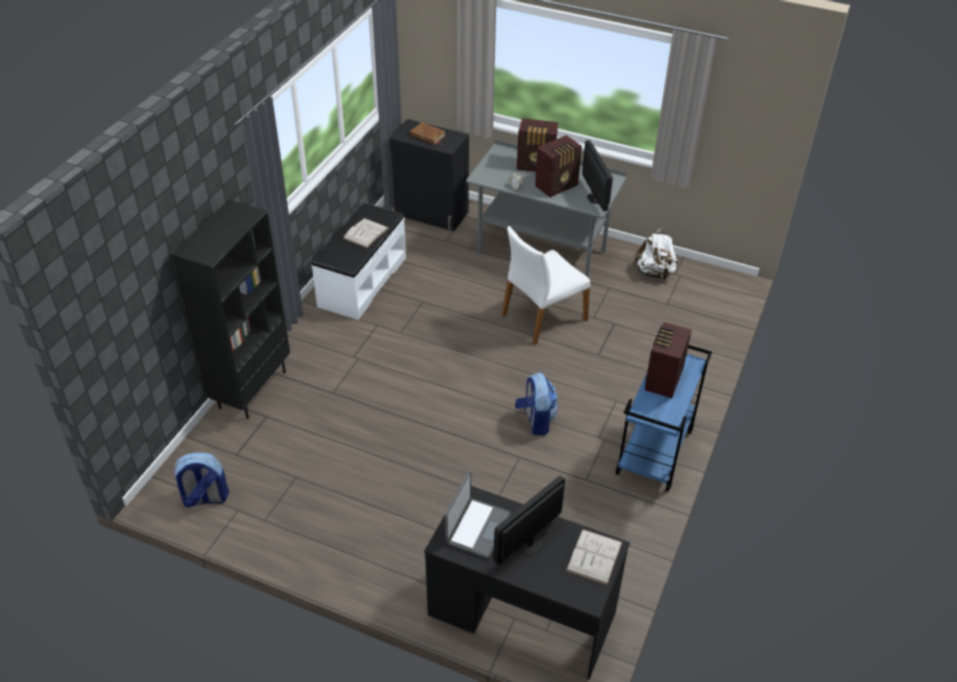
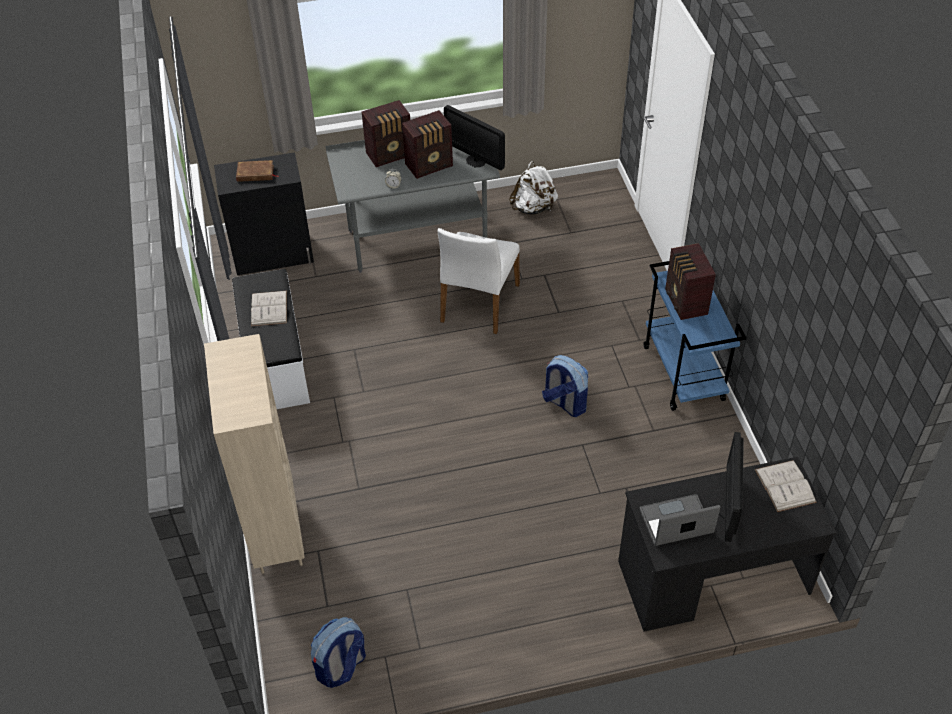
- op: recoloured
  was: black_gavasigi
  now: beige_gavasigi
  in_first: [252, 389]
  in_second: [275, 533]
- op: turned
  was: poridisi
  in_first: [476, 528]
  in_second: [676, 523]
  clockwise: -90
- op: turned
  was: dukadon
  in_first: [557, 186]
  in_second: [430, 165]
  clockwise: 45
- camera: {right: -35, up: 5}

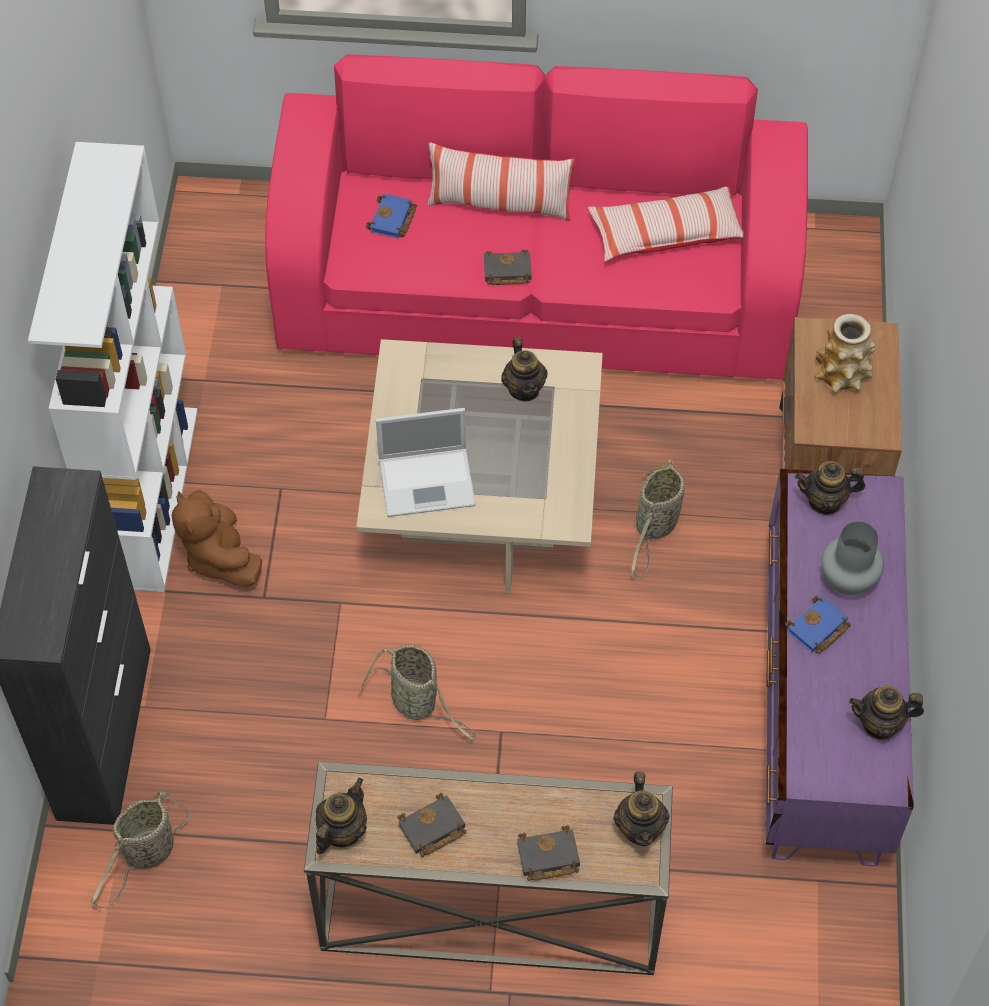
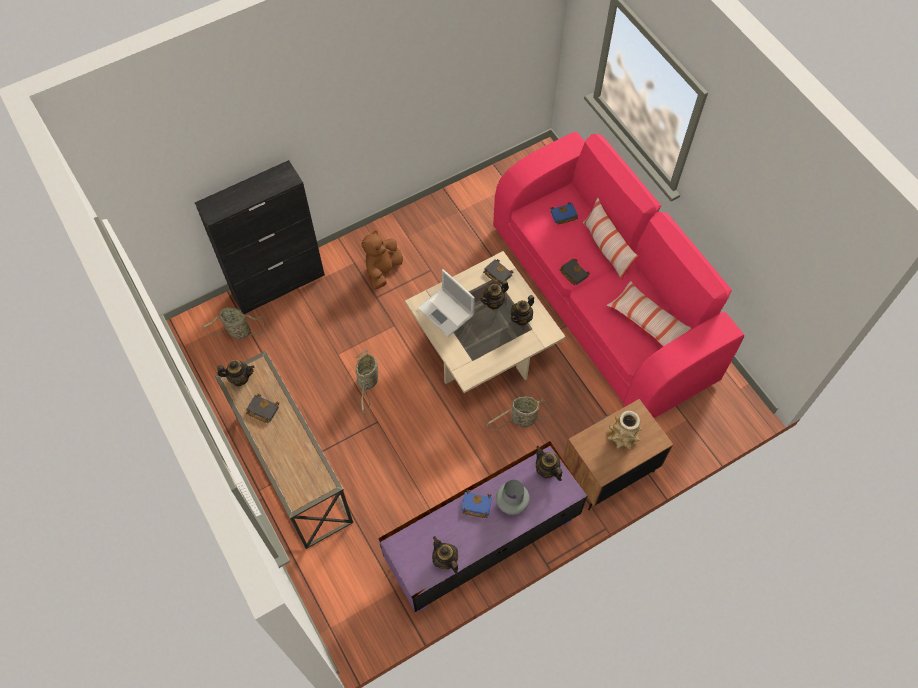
- op: removed
  was: white_gavasigi
  in_first: [150, 495]
- op: moved
  was: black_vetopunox
  in_first: [547, 858]
  in_second: [496, 273]
- op: moved
  was: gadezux
  in_first: [640, 827]
  in_second: [494, 302]
- camera: {right: 55, up: 5}

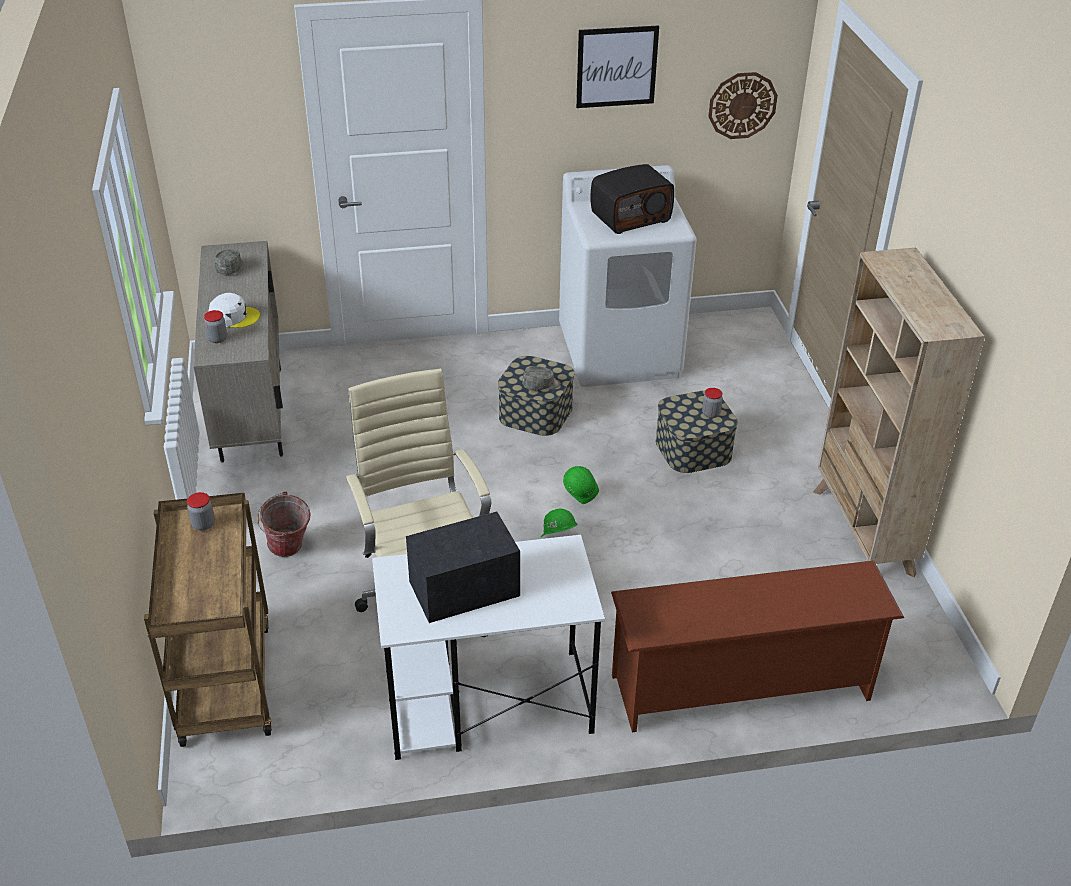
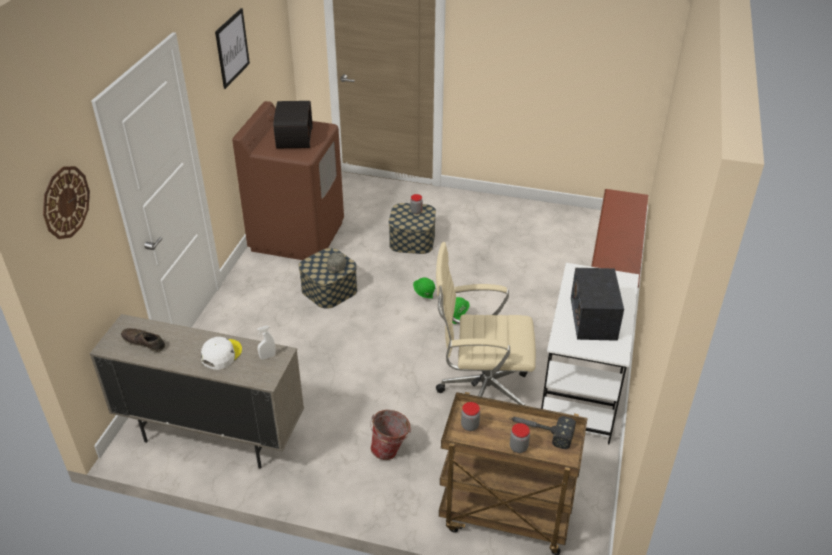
- op: moved
  was: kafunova
  in_first: [217, 339]
  in_second: [518, 447]
- op: replaced
  was: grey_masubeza
  now: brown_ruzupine
  in_first: [230, 267]
  in_second: [144, 342]
- op: recoloured
  was: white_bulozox
  now: brown_bulozox
  in_first: [620, 352]
  in_second: [297, 235]
- op: moved
  was: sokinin
  in_first: [742, 105]
  in_second: [65, 202]
- op: removed
  was: beige_gavasigi
  in_first: [862, 532]
- op: added
  now: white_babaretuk
  in_second: [267, 356]
- op: added
  now: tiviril
  in_second: [539, 432]
- camera: {right: -65, up: 0}

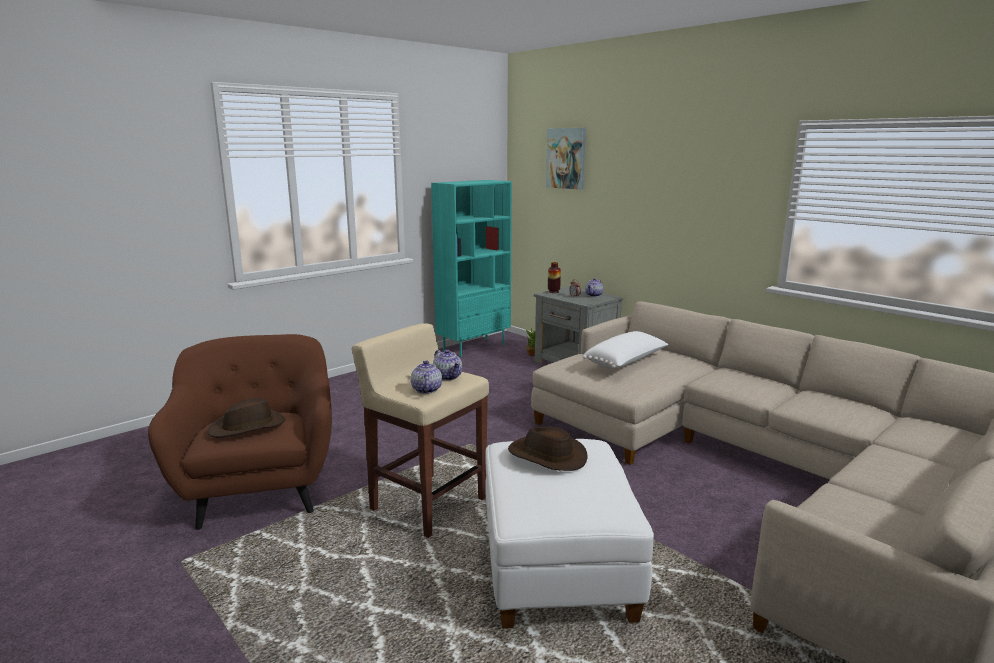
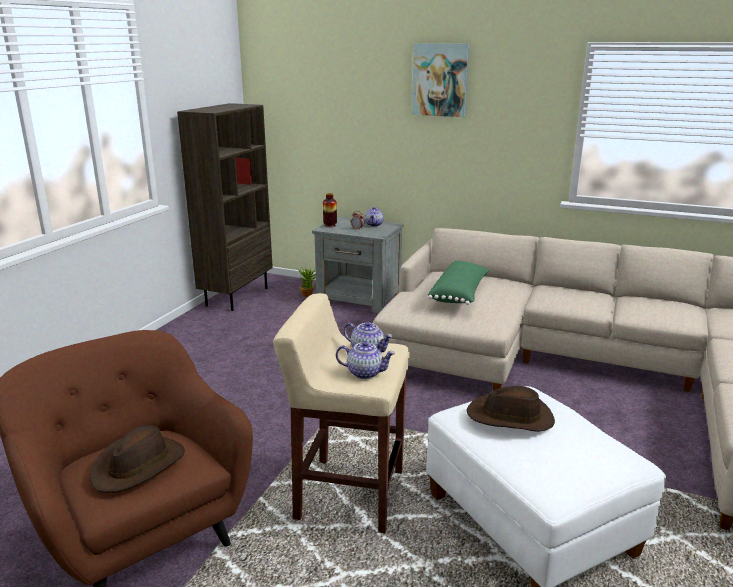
- op: turned
  was: gadezux
  in_first: [426, 389]
  in_second: [365, 373]
  clockwise: 135
- op: recoloured
  was: turquoise_gavasigi
  now: brown_gavasigi
  in_first: [474, 347]
  in_second: [237, 296]
- op: moved
  was: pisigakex
  in_first: [566, 158]
  in_second: [440, 80]
- op: recoloured
  was: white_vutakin
  now: green_vutakin
  in_first: [626, 362]
  in_second: [460, 294]
- camera: {right: -25, up: 5}

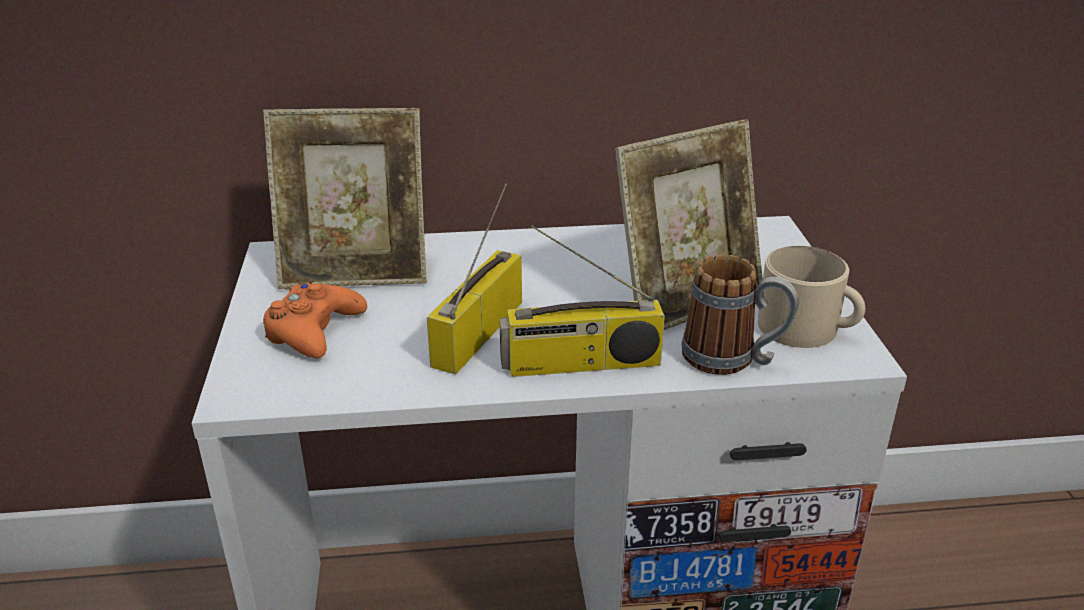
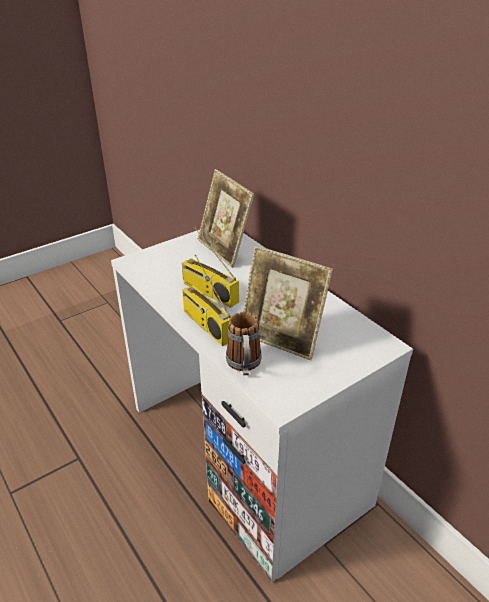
- op: removed
  was: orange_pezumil
  in_first: [314, 331]
- op: turned
  was: dukadon
  in_first: [478, 331]
  in_second: [209, 292]
  clockwise: -135
- op: removed
  was: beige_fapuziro
  in_first: [807, 329]
- camera: {right: 60, up: 5}

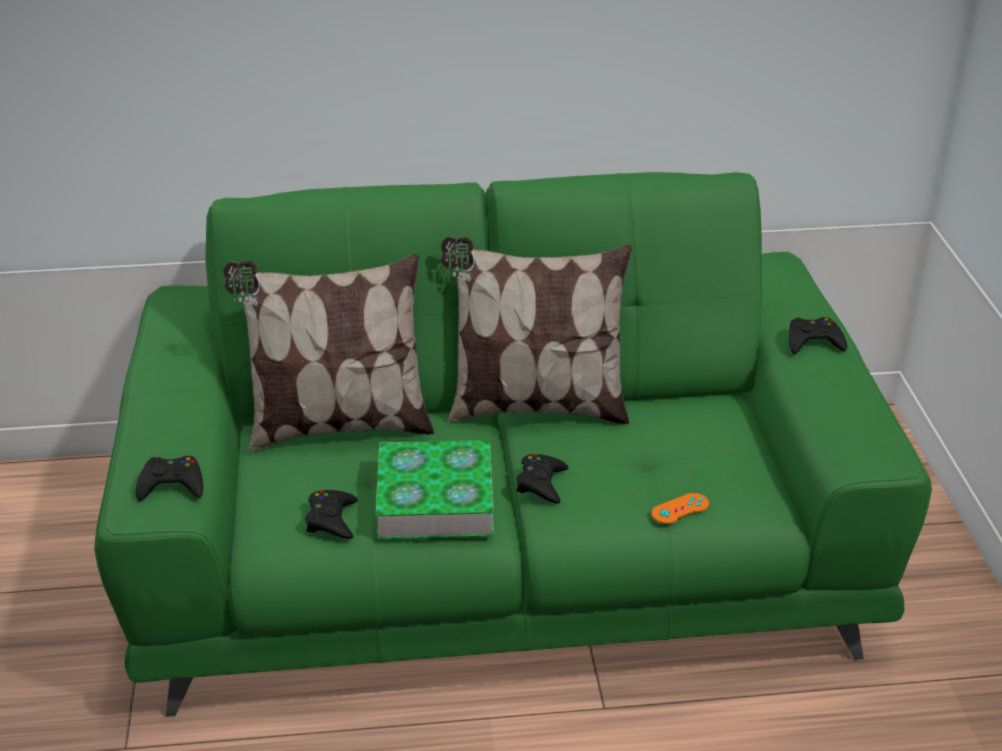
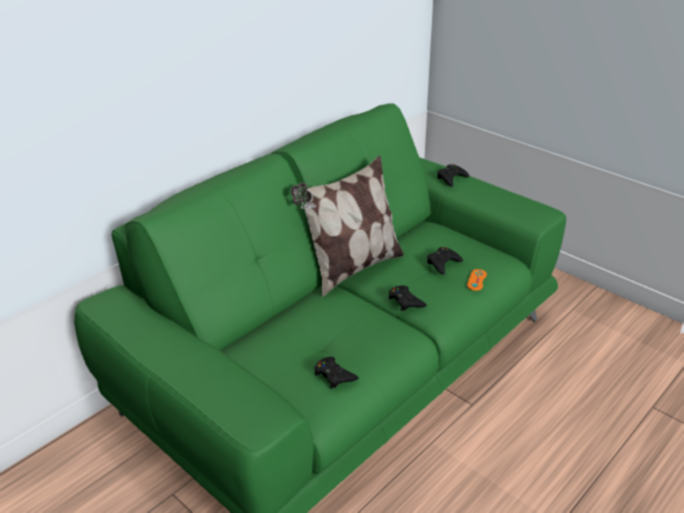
- op: moved
  was: black_pezumil
  in_first: [172, 485]
  in_second: [443, 263]
- op: removed
  was: vutakin
  in_first: [337, 425]
- op: removed
  was: vetopunox
  in_first: [435, 499]
- camera: {right: -40, up: 0}

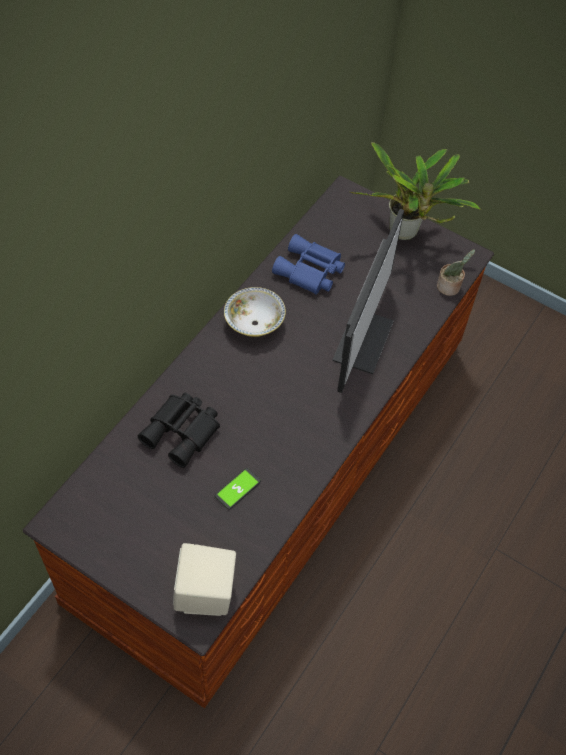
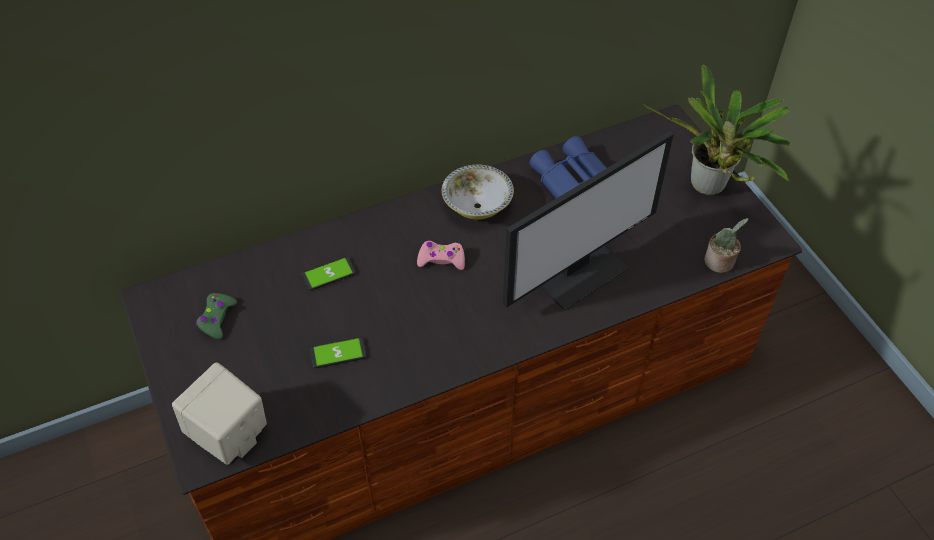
- op: replaced
  was: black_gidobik
  now: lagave
  in_first: [183, 432]
  in_second: [328, 274]
- op: added
  now: green_pezumil
  in_second: [217, 319]
- op: added
  now: pink_pezumil
  in_second: [441, 259]
- camera: {right: 35, up: -5}

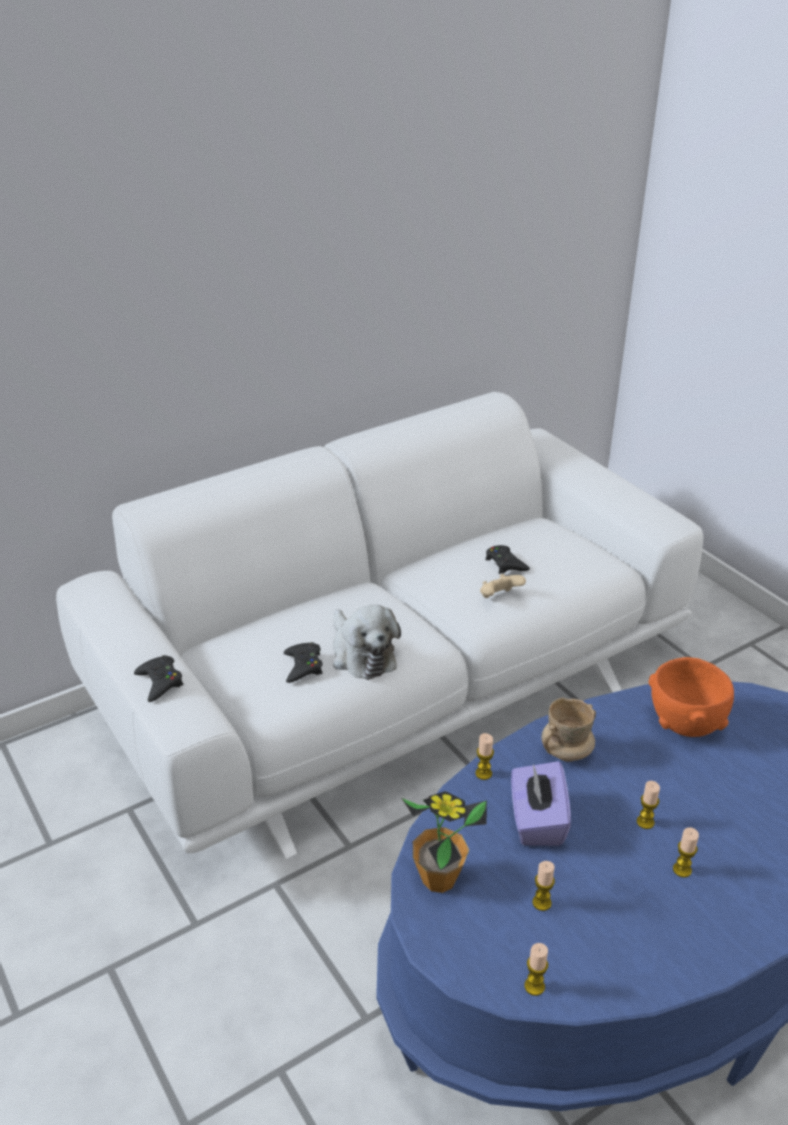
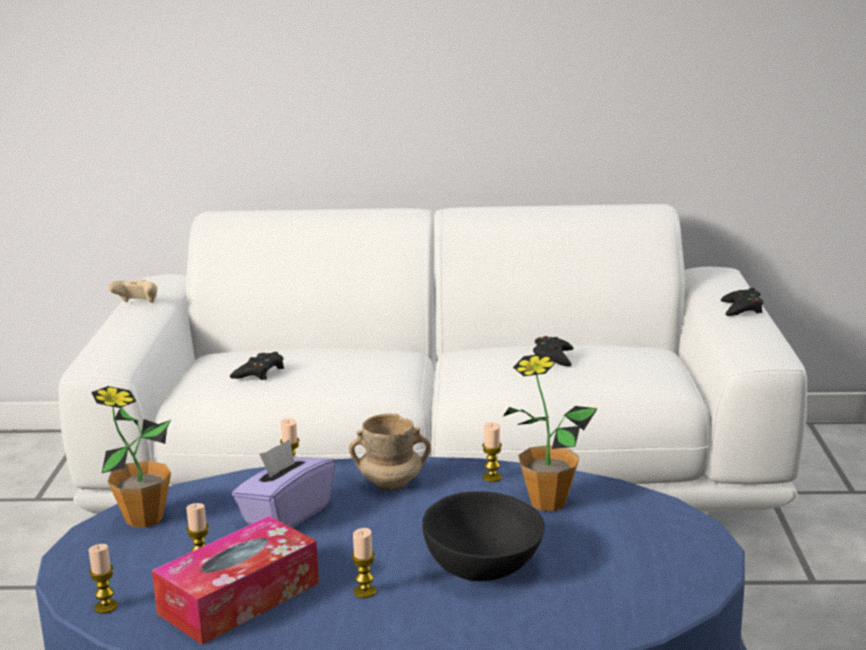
- op: moved
  was: black_pezumil
  in_first: [160, 682]
  in_second: [741, 309]
- op: removed
  was: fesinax
  in_first: [361, 654]
- op: moved
  was: beige_pezumil
  in_first: [499, 597]
  in_second: [137, 304]
- op: moved
  was: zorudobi
  in_first: [645, 822]
  in_second: [492, 477]
- op: replaced
  was: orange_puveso
  now: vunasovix
  in_first: [685, 723]
  in_second: [547, 502]
- op: added
  now: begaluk
  in_second: [239, 598]
- op: added
  now: black_puveso
  in_second: [480, 565]
- camera: {right: 35, up: -15}

